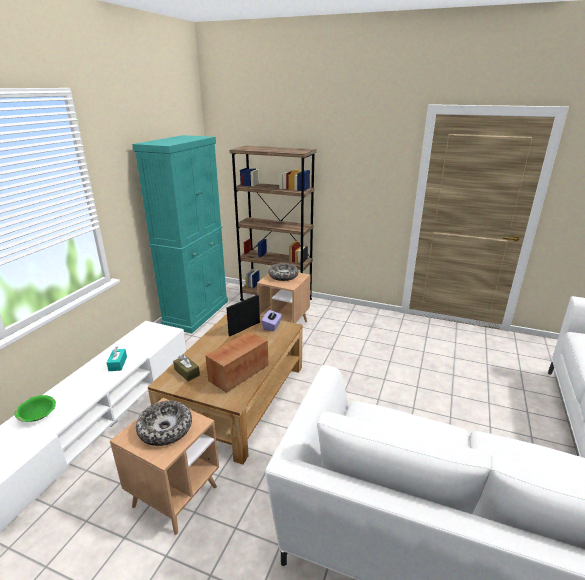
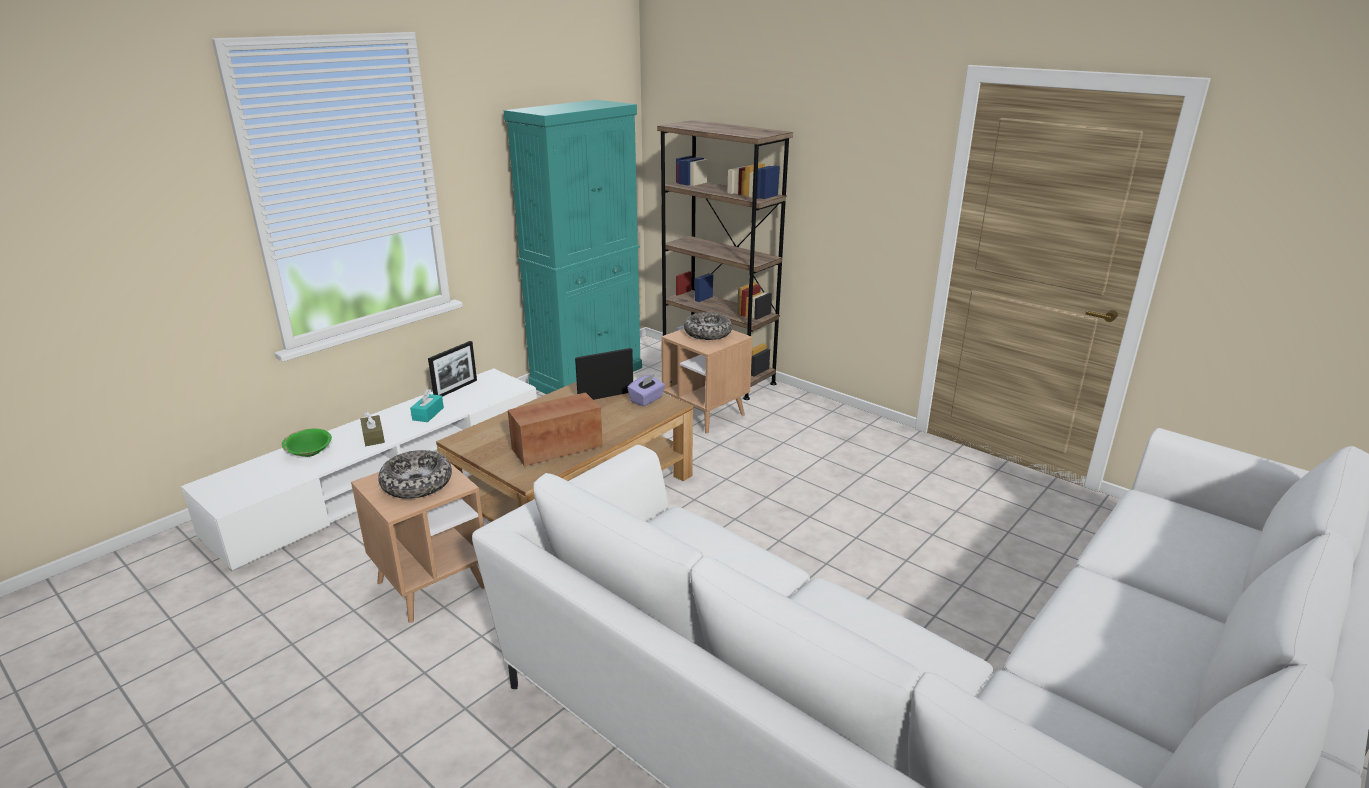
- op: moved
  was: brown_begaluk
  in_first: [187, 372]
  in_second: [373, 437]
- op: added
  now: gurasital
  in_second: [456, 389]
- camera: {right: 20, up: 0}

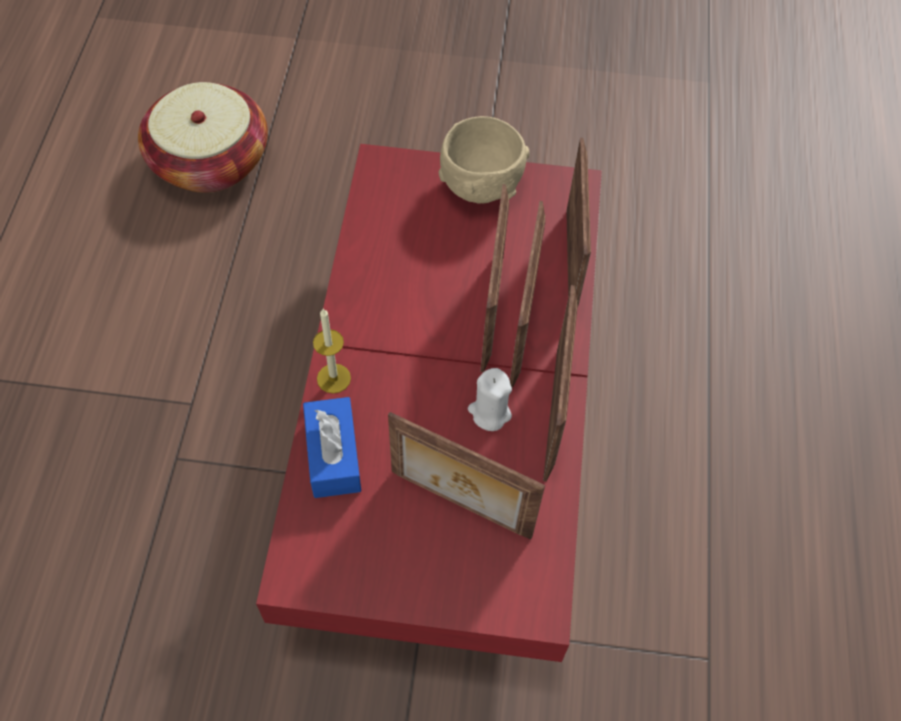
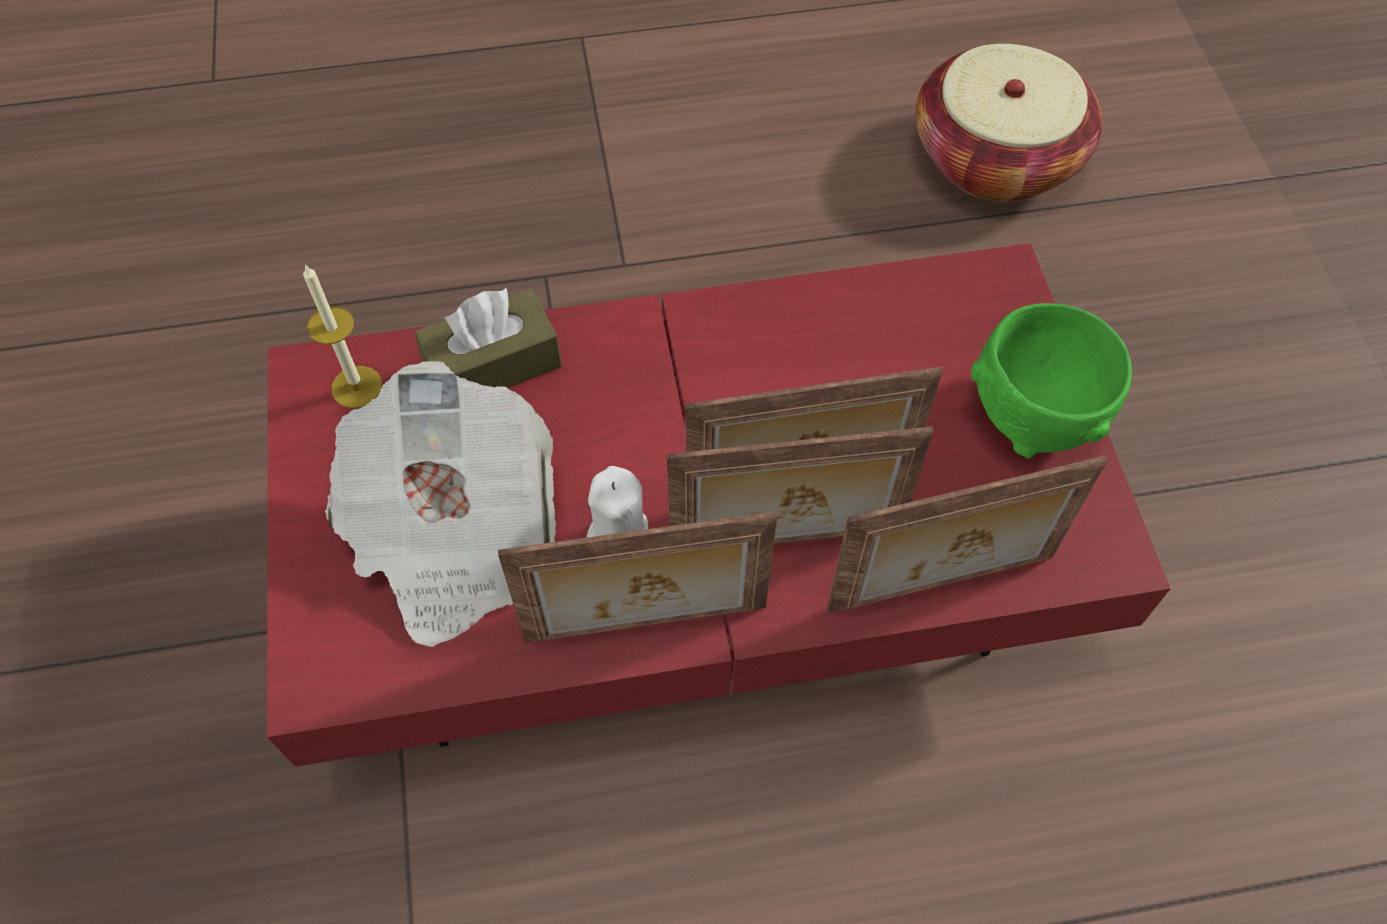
- op: recoloured
  was: blue_begaluk
  now: brown_begaluk
  in_first: [333, 455]
  in_second: [493, 365]
- op: moved
  was: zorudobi
  in_first: [333, 378]
  in_second: [356, 387]
- op: replaced
  was: gurasital
  now: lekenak
  in_first: [459, 506]
  in_second: [455, 535]
- op: recoloured
  was: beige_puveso
  now: green_puveso
  in_first: [480, 186]
  in_second: [1033, 416]
- camera: {right: 75, up: 0}

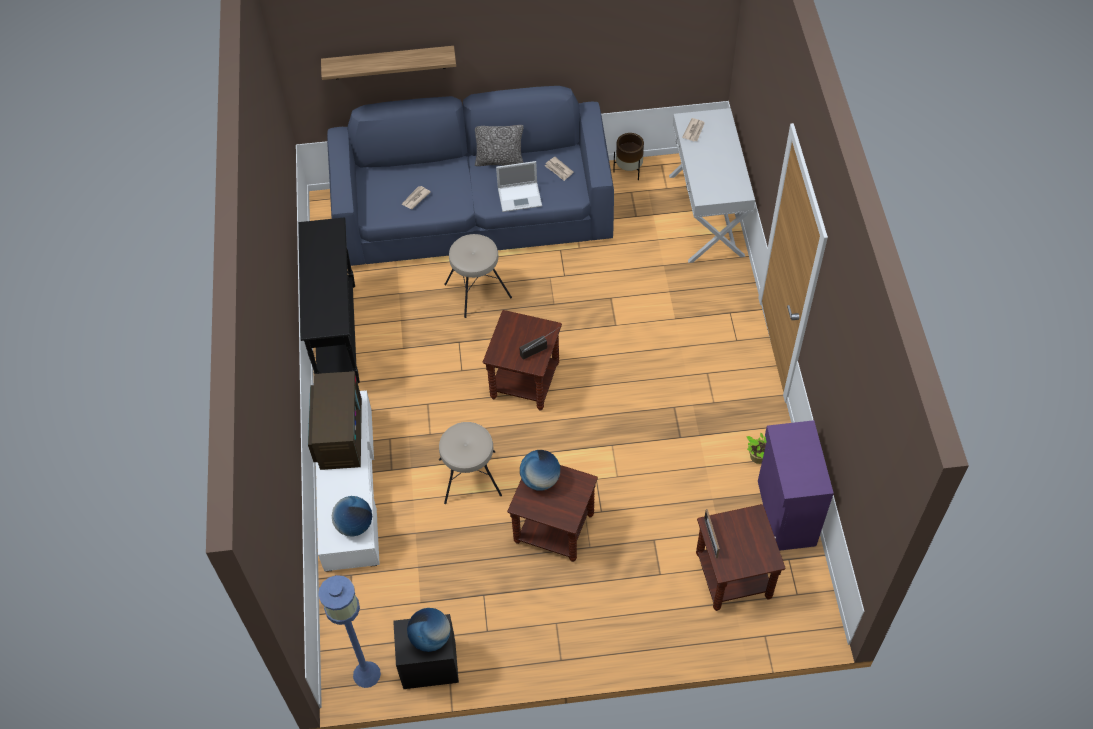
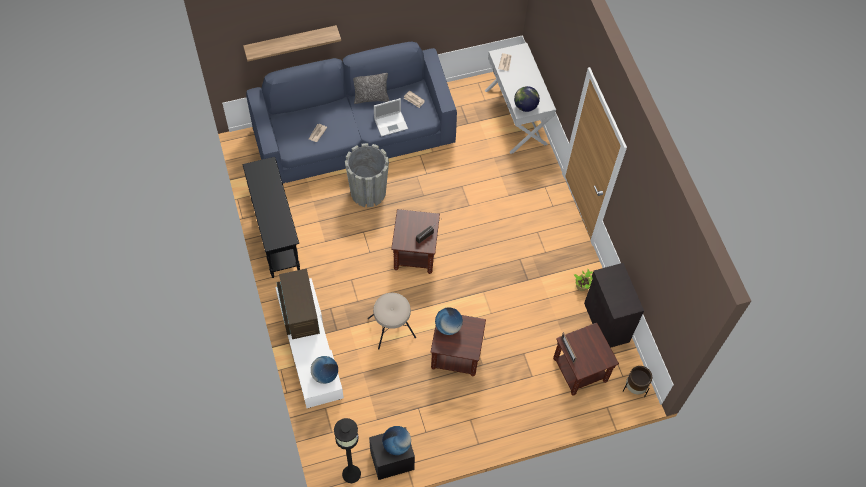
- op: recoloured
  was: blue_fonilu
  now: black_fonilu
  in_first: [366, 674]
  in_second: [351, 474]
- op: replaced
  was: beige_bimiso
  now: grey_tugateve
  in_first: [477, 290]
  in_second: [368, 192]
- op: moved
  was: brown_tugateve
  in_first: [629, 170]
  in_second: [634, 388]
- op: recoloured
  was: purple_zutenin
  now: black_zutenin
  in_first: [785, 513]
  in_second: [605, 323]
- op: added
  now: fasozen
  in_second: [525, 106]
- camera: {right: -15, up: 5}

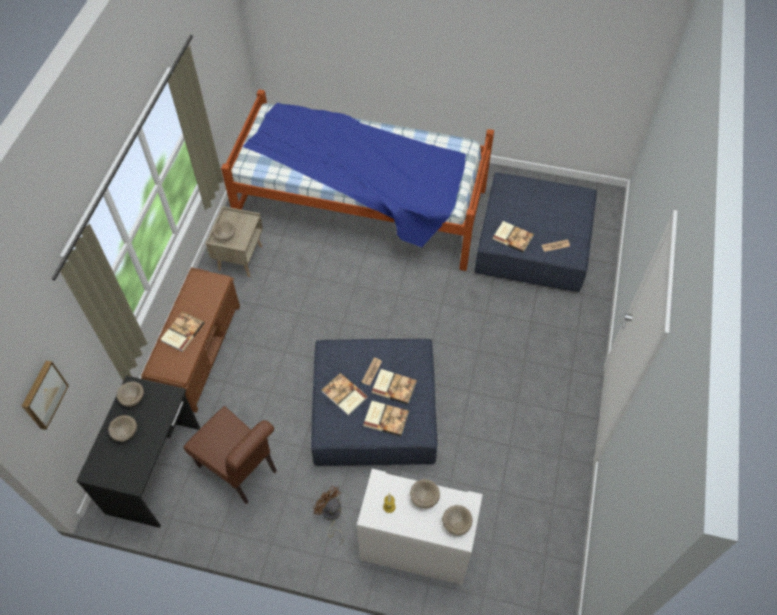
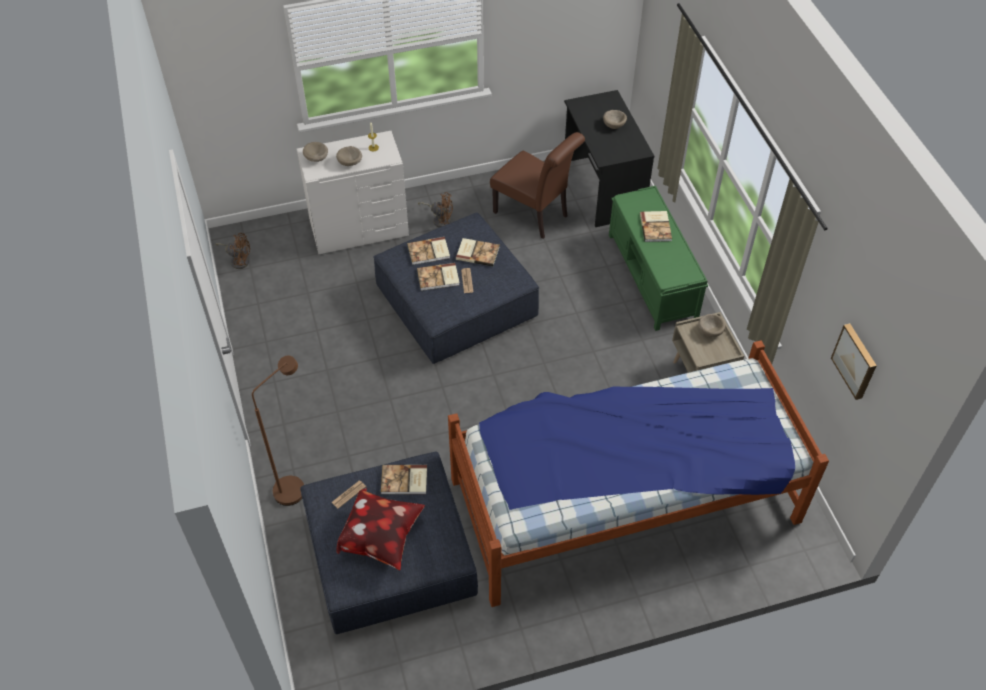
- op: moved
  was: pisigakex
  in_first: [43, 394]
  in_second: [856, 361]
- op: removed
  was: beige_puveso
  in_first: [133, 397]
- op: recoloured
  was: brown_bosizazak
  now: green_bosizazak
  in_first: [199, 352]
  in_second: [652, 277]
- op: turned
  was: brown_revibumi
  in_first: [241, 471]
  in_second: [534, 216]
  clockwise: -150
- op: added
  now: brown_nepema
  in_second: [238, 260]
- op: added
  now: brown_fonilu
  in_second: [295, 485]
- op: added
  now: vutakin
  in_second: [382, 538]
- camera: {right: 150, up: -5}

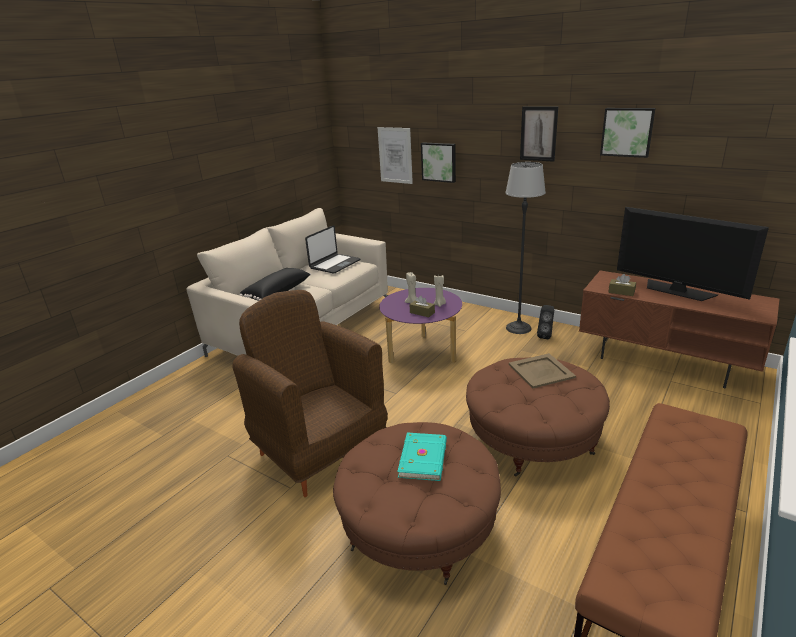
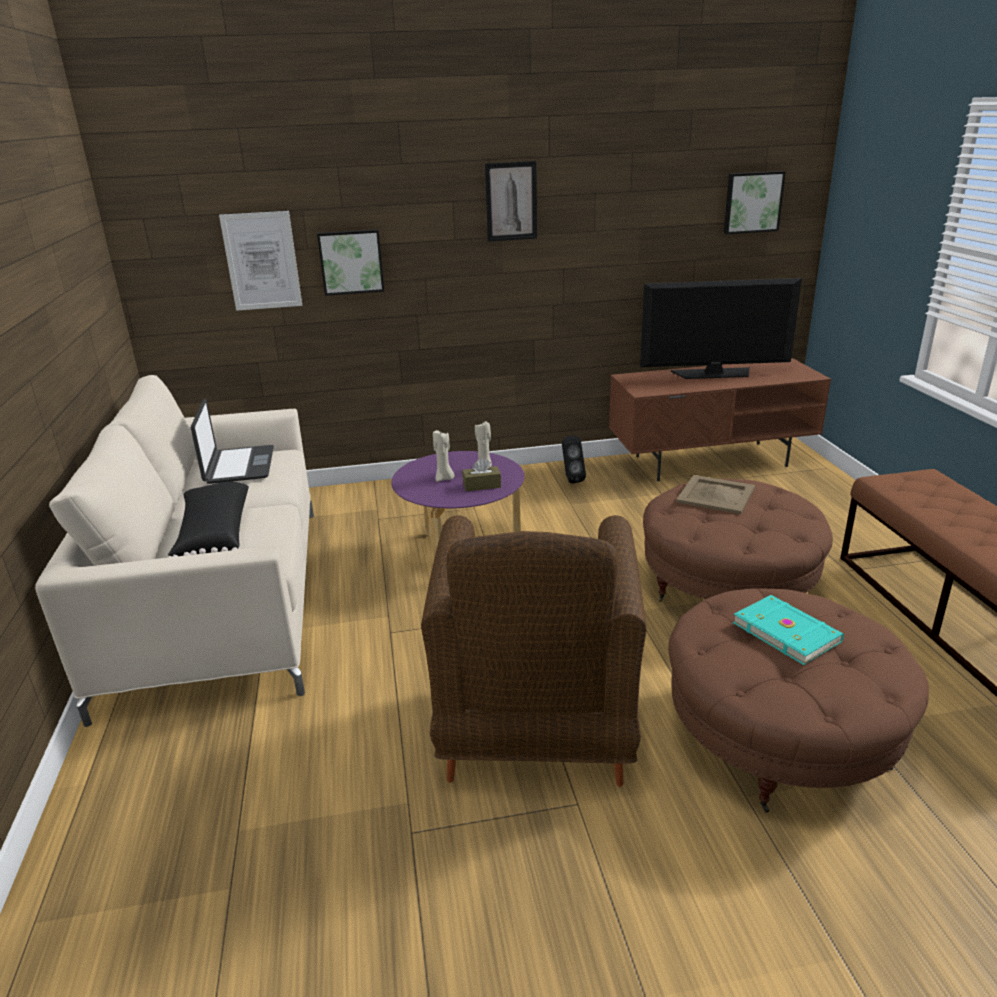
- op: turned
  was: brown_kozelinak
  in_first: [320, 450]
  in_second: [535, 734]
  clockwise: -90
- op: removed
  was: fonilu
  in_first: [518, 328]
- op: moved
  was: pisigakex
  in_first: [627, 132]
  in_second: [752, 202]
- op: removed
  was: brown_begaluk
  in_first: [621, 292]
- camera: {right: -45, up: 0}

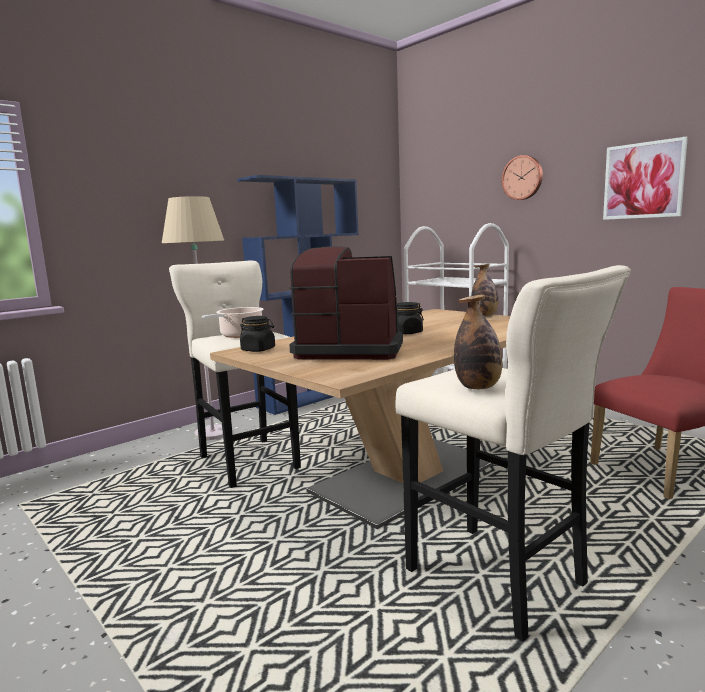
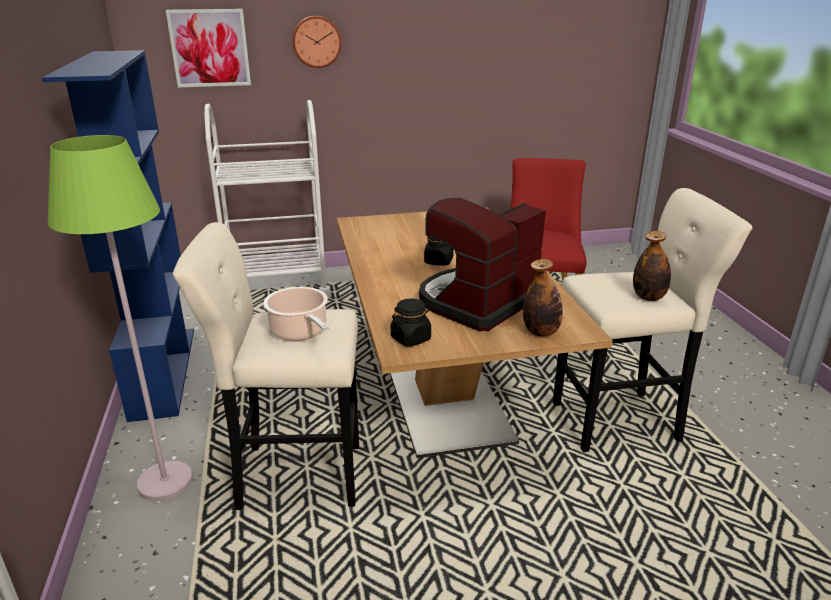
- op: recoloured
  was: beige_fonilu
  now: green_fonilu
  in_first: [212, 433]
  in_second: [165, 482]
- op: moved
  was: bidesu
  in_first: [484, 316]
  in_second: [541, 332]
- op: moved
  was: pisigakex
  in_first: [643, 180]
  in_second: [210, 48]
- camera: {right: -60, up: 15}

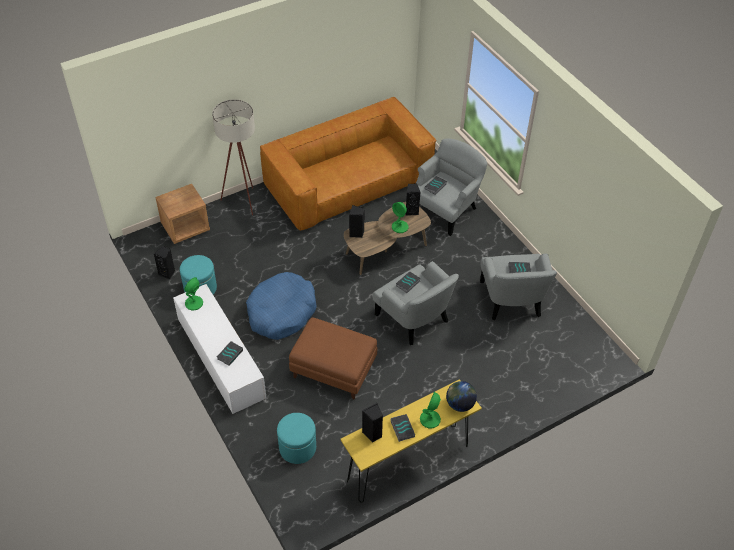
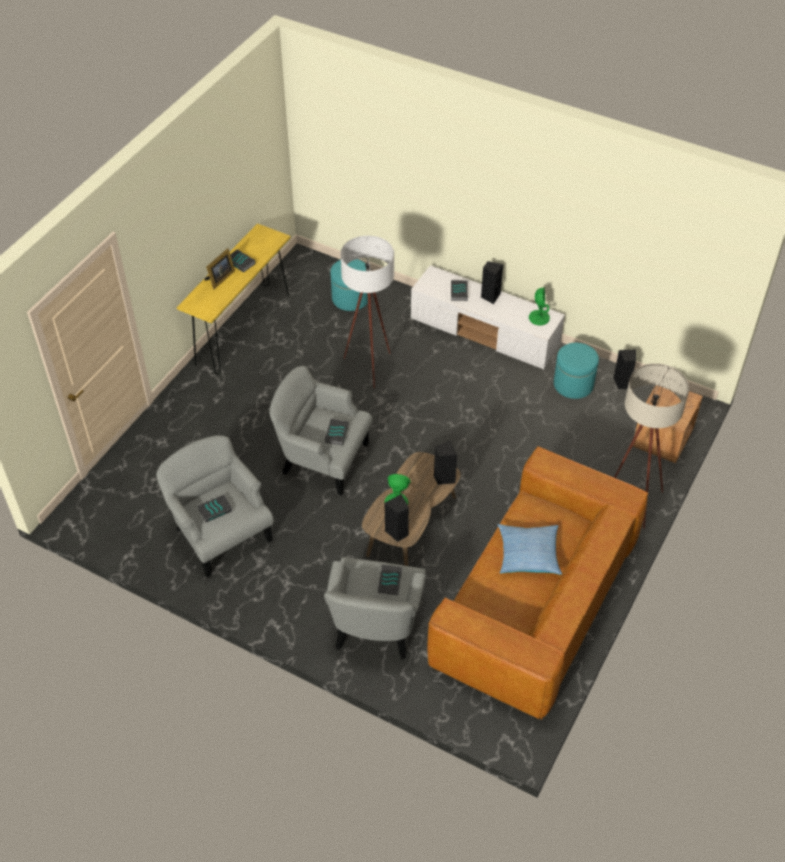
- op: removed
  was: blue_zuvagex
  in_first: [281, 312]
- op: replaced
  was: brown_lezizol
  now: white_fonilu
  in_first: [333, 369]
  in_second: [370, 371]
- op: moved
  was: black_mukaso
  in_first: [372, 434]
  in_second: [490, 296]
- op: replaced
  was: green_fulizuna
  now: gurasital
  in_first: [430, 419]
  in_second: [220, 279]
- op: removed
  was: fasozen
  in_first: [459, 404]
- op: added
  now: vutakin
  in_second: [528, 554]
- camera: {right: 150, up: 0}

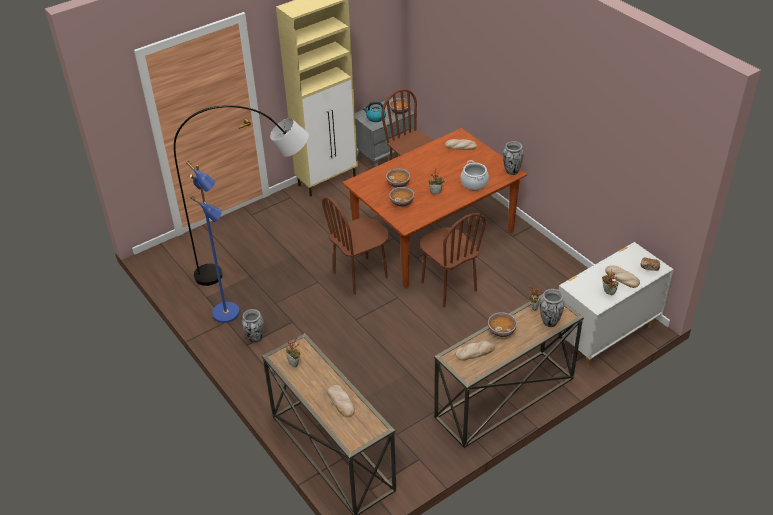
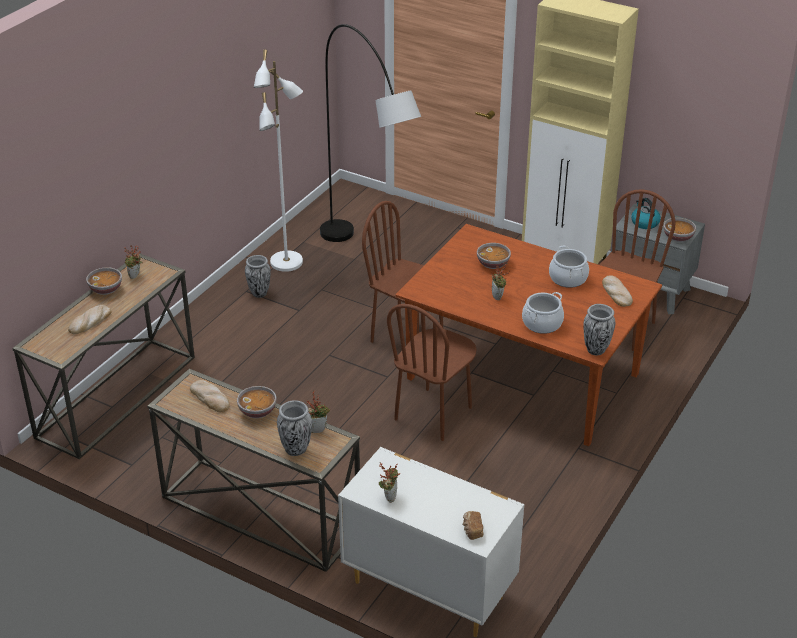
- op: recoloured
  was: blue_fonilu
  now: white_fonilu
  in_first: [227, 313]
  in_second: [287, 263]
- op: moved
  was: puveso
  in_first: [401, 202]
  in_second: [106, 289]
- op: removed
  was: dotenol
  in_first: [621, 278]
- op: added
  now: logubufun
  in_second: [568, 278]
- camera: {right: 65, up: -5}

